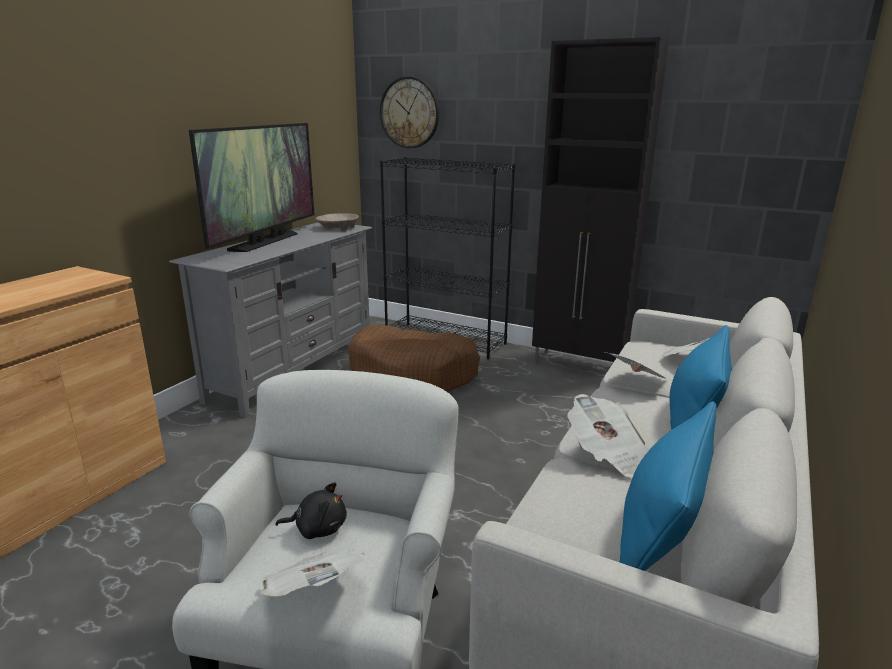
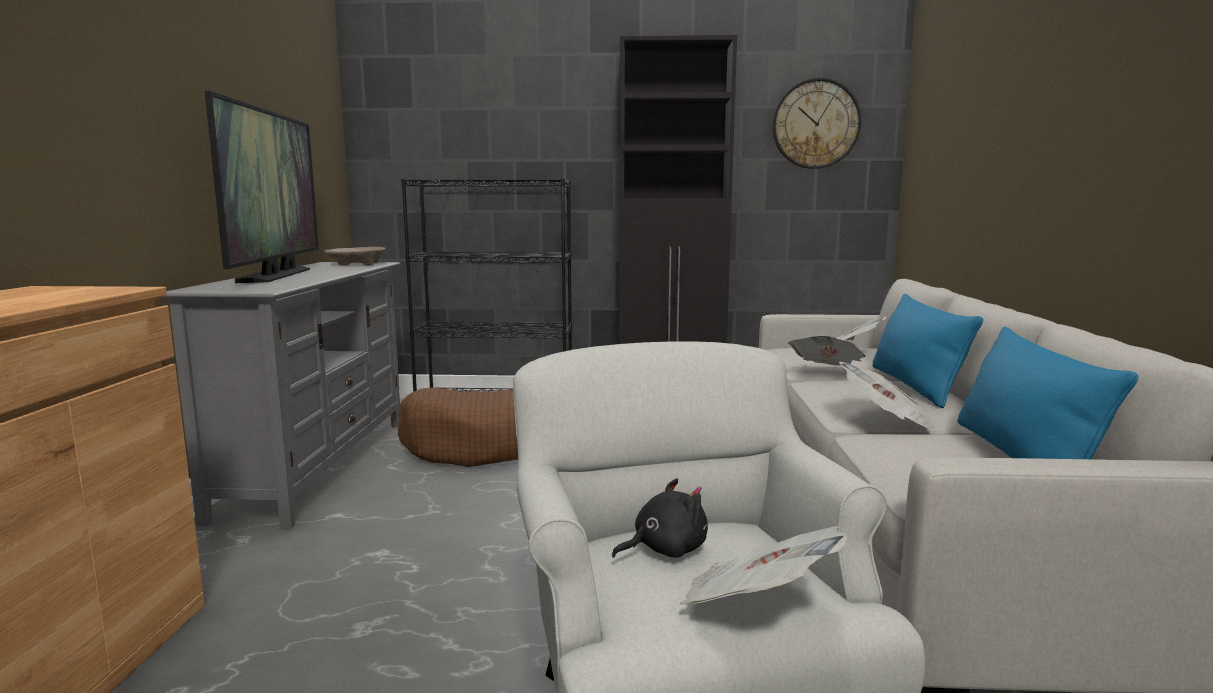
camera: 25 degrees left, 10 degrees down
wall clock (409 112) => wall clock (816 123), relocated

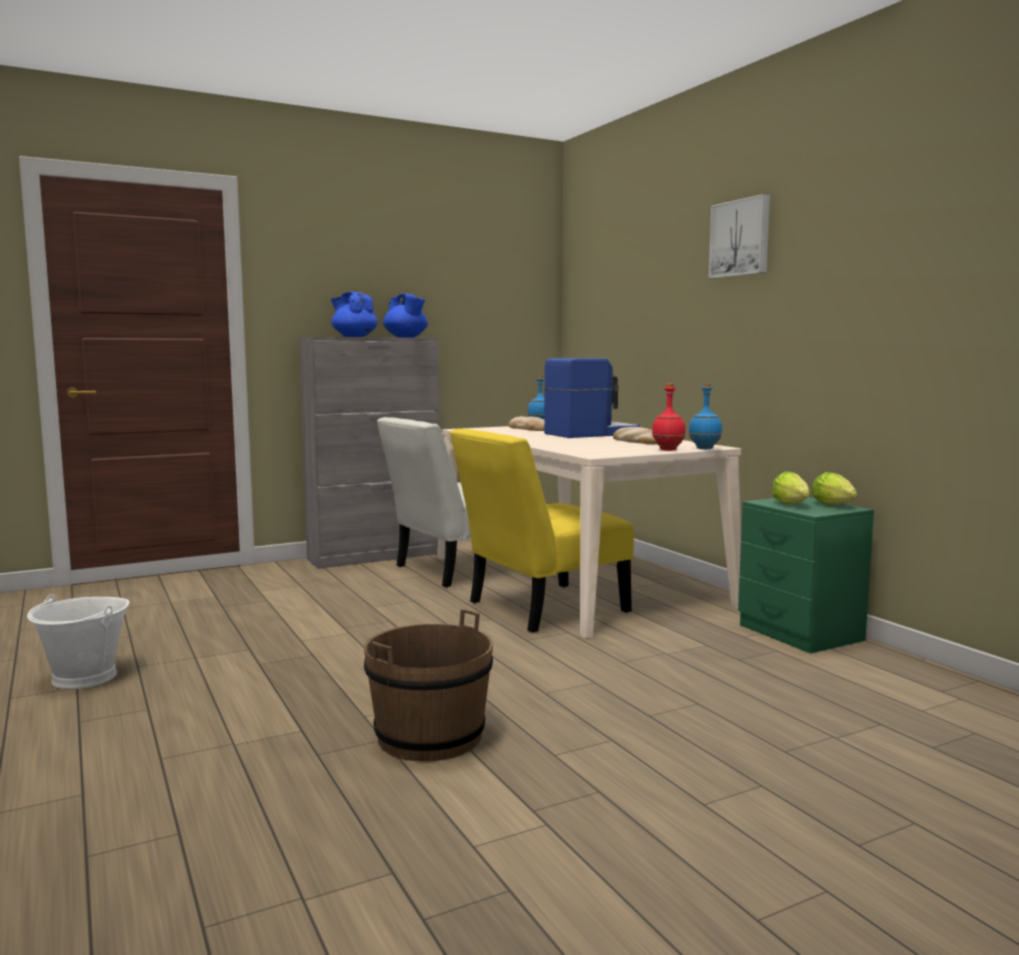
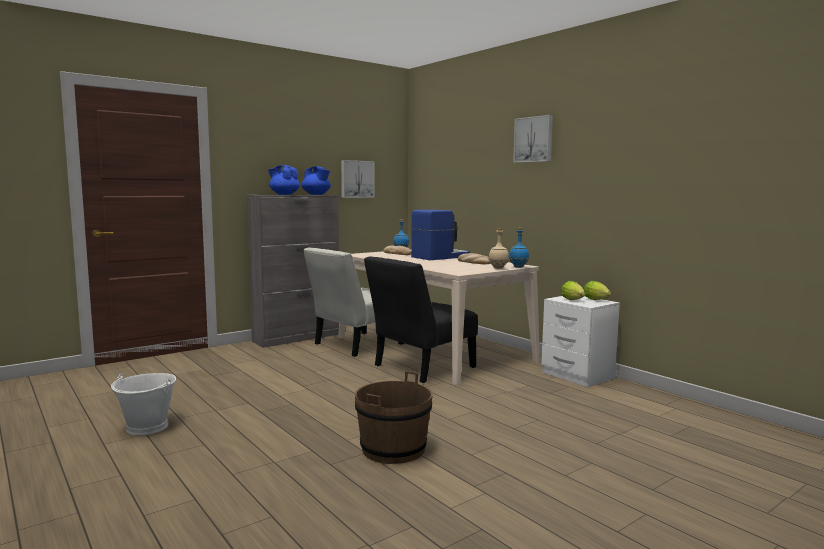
camera: 10 degrees left, 0 degrees up
nothing => picture (358 179)
yellow chair (542 530) => black chair (421 319)
red bottle (669 417) => beige bottle (499 248)
green nightstand (806 575) => white nightstand (580 341)

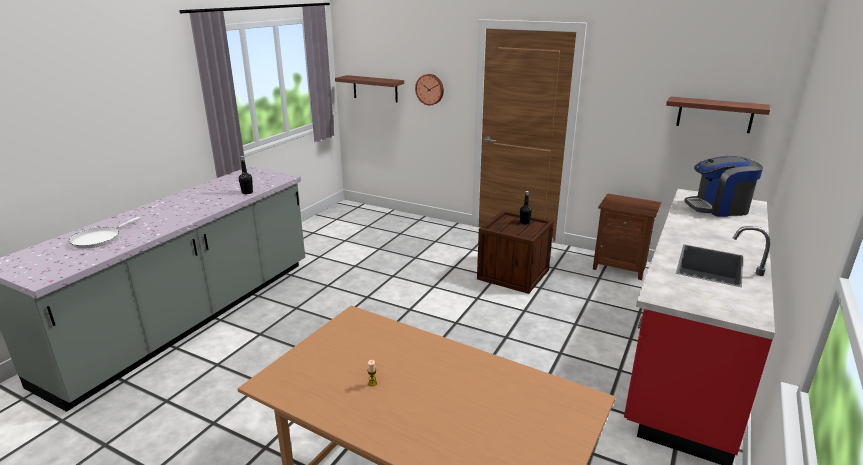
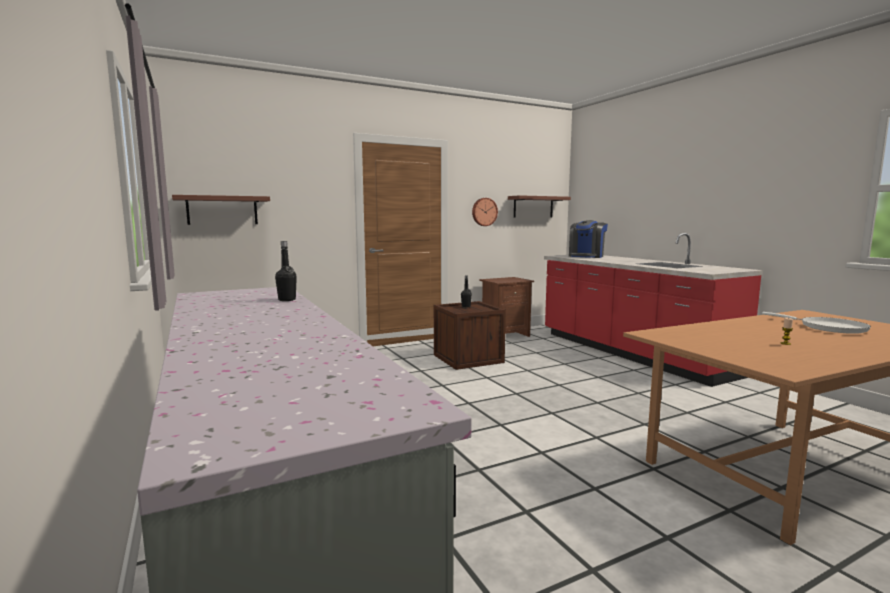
camera: 55 degrees left, 15 degrees down
white frying pan (105 232) => white frying pan (816 323), relocated
wall clock (429 89) => wall clock (485 212), relocated

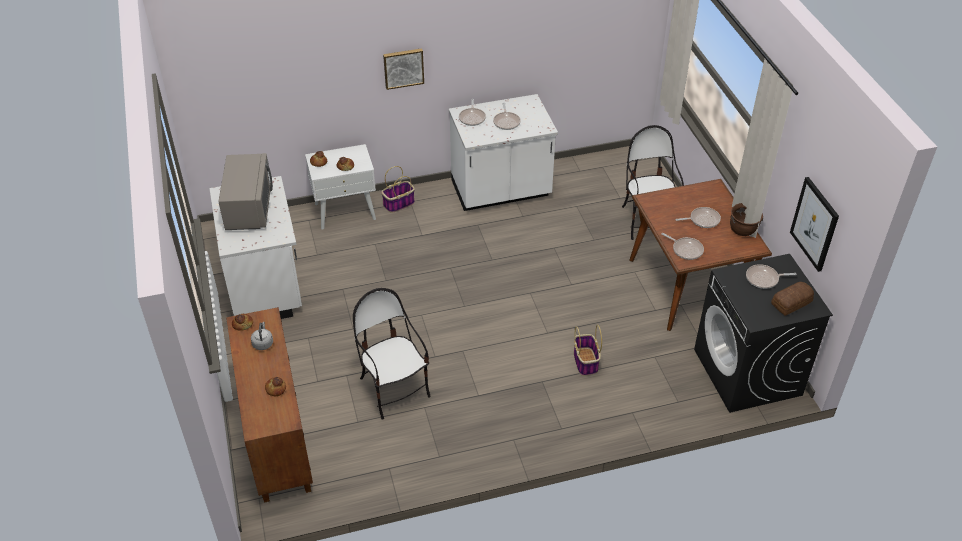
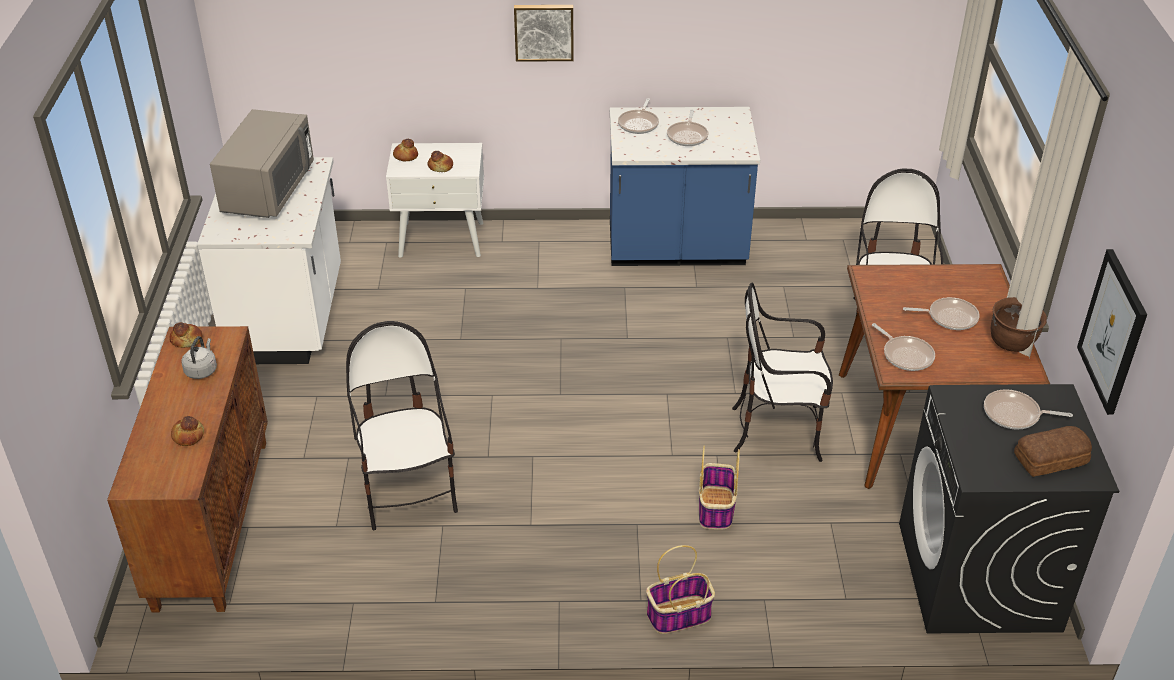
camera: 15 degrees right, 5 degrees down
nothing => chair (782 372)
basket (398 189) => basket (680 589), relocated
white counter (503 152) => blue counter (685 186)

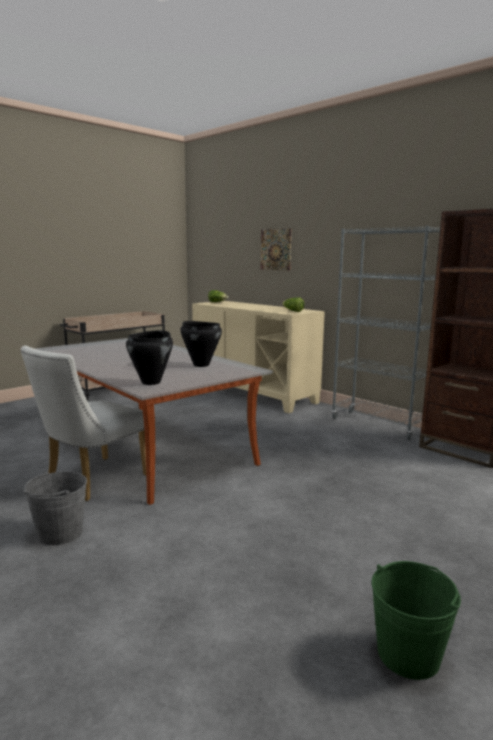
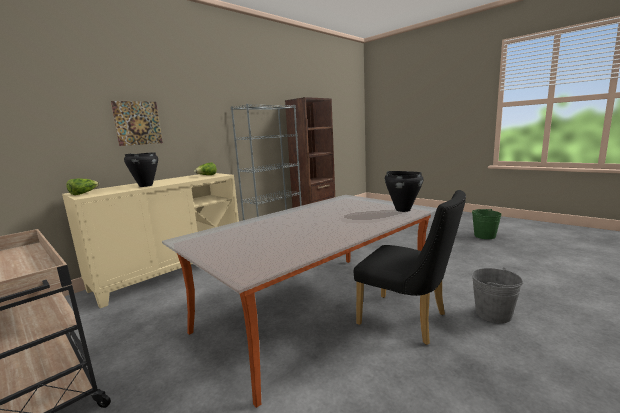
camera: 90 degrees left, 0 degrees up
black cooking pot (201 344) => black cooking pot (141 169), relocated
white chair (84 423) => black chair (410 267)

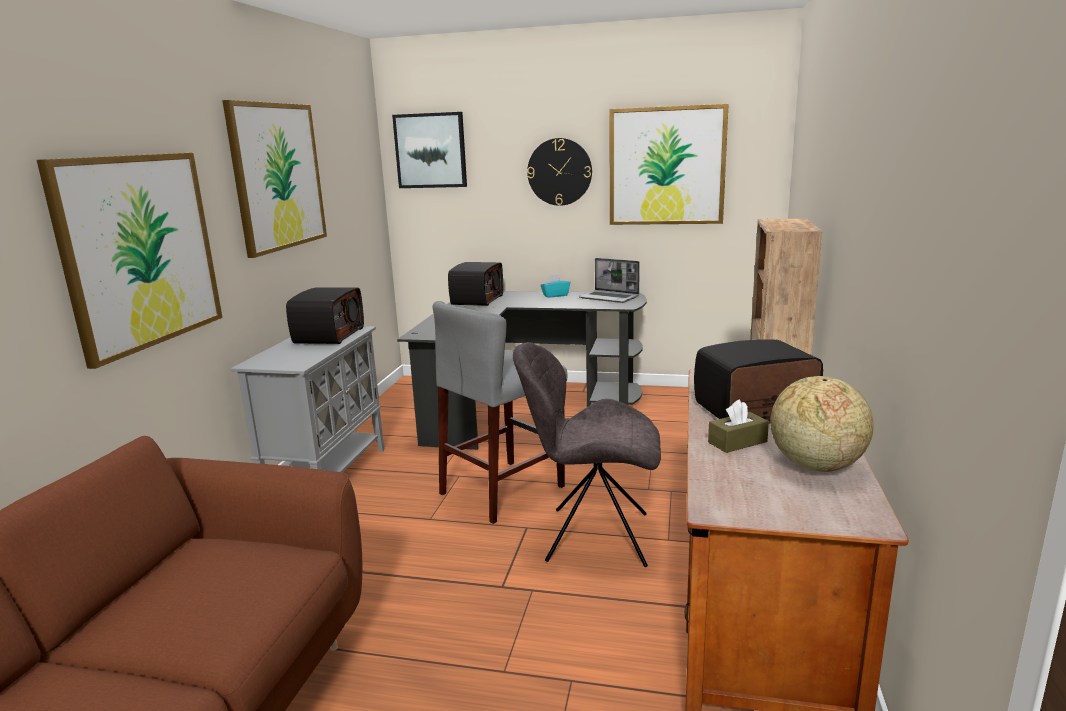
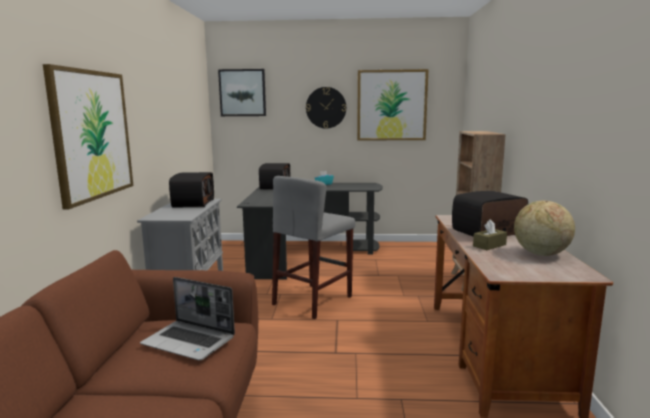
camera: 10 degrees left, 5 degrees down
picture (274 179) => nothing
grey chair (587 454) => nothing
laptop (609 280) => laptop (187 319), relocated

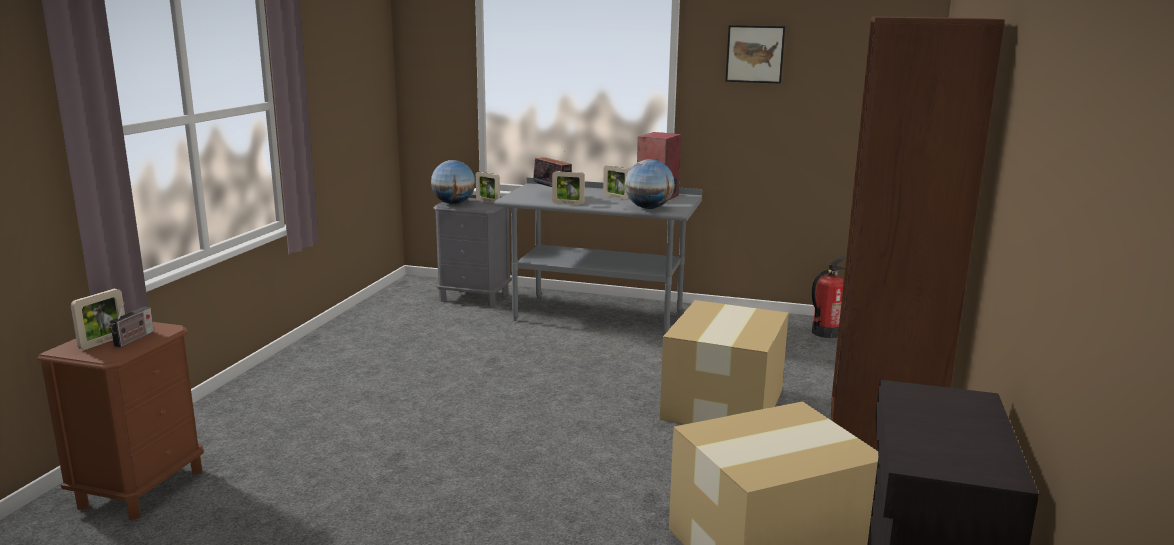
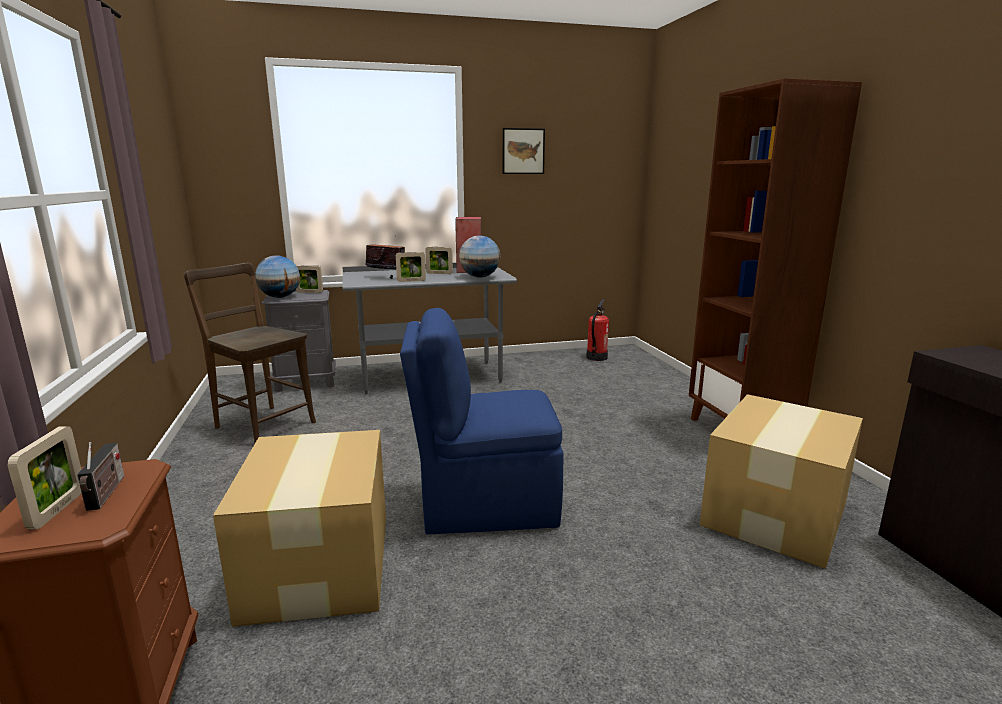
camera: 30 degrees left, 0 degrees up
nothing => brown chair (250 353)
nothing => blue chair (482 421)
cardboard box (724 362) => cardboard box (299 528), relocated

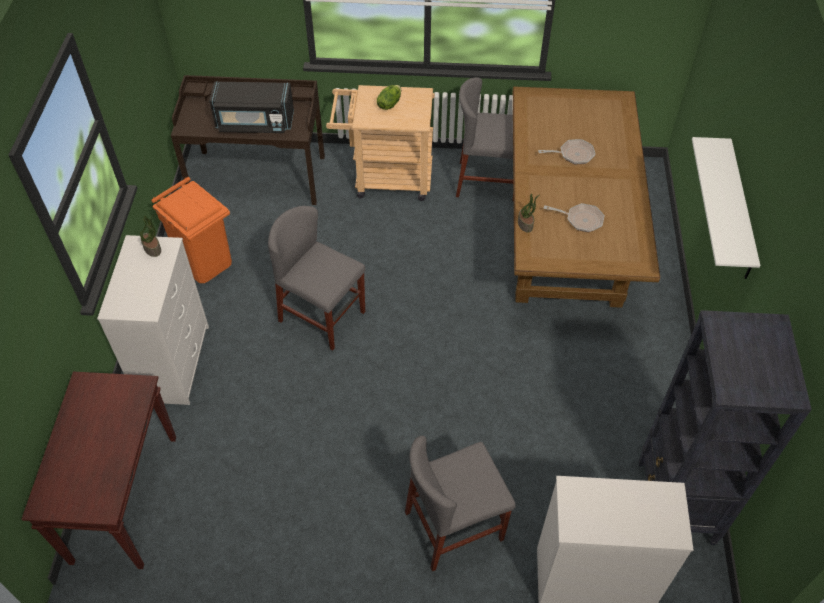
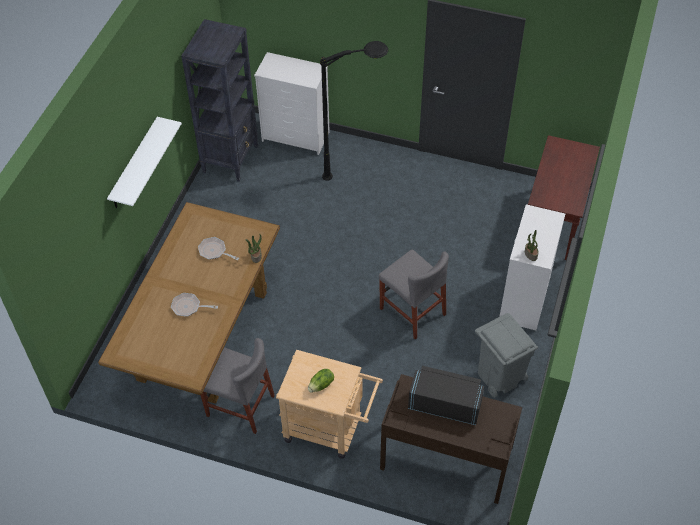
camera: 165 degrees left, 0 degrees up
grey chair (460 503) => black floor lamp (354 111)
orange trash can (191 230) => grey trash can (506 355)

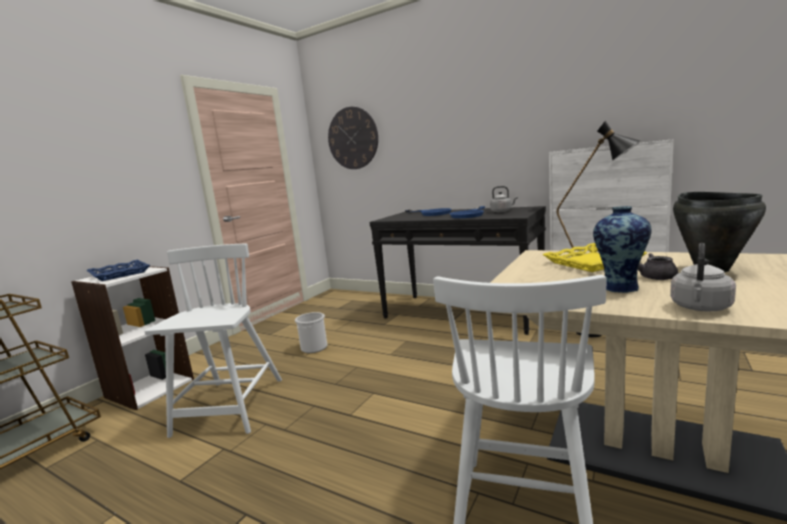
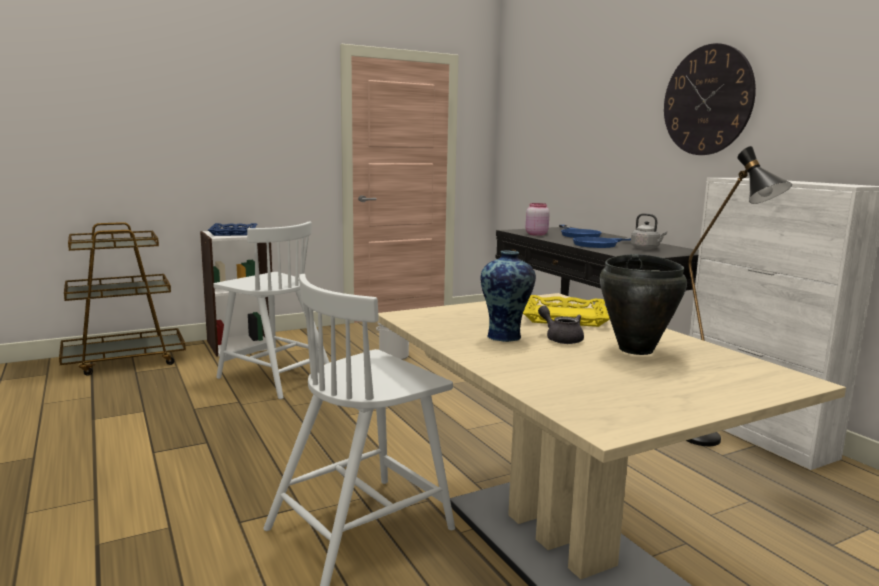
camera: 30 degrees right, 0 degrees up
grey kettle (703 277) => nothing
nothing => pink jar (538 219)
wall clock (353 138) => wall clock (710 99), relocated
white chair (213 341) => white chair (271 310), 90 degrees clockwise

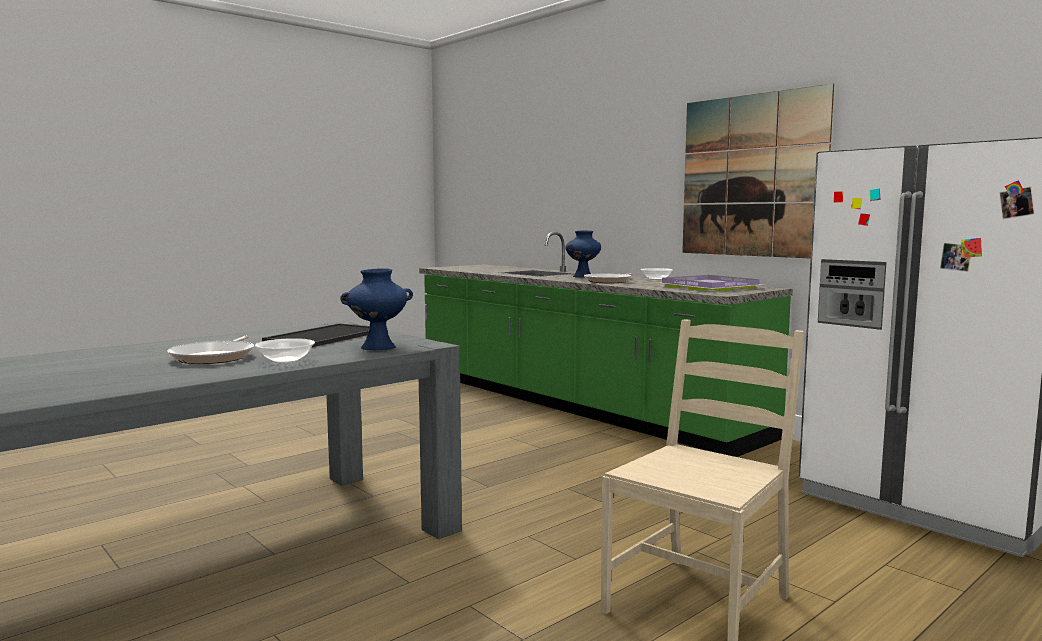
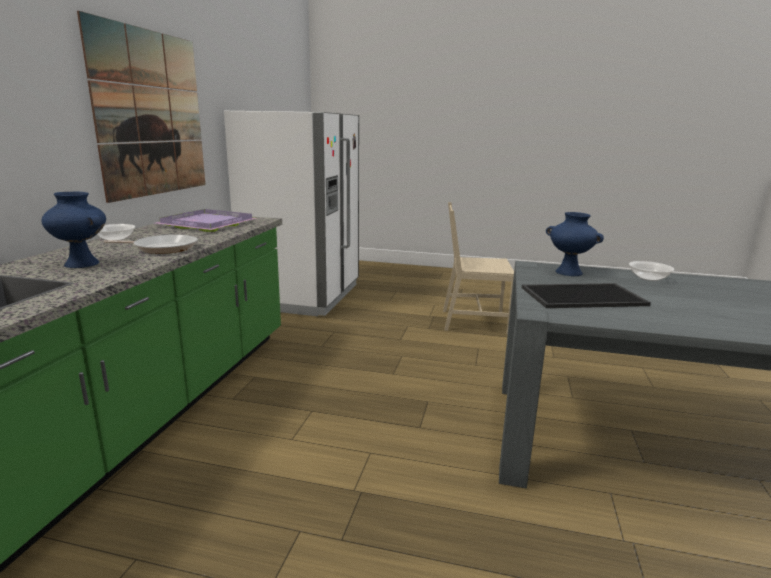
camera: 125 degrees left, 10 degrees up
frying pan (210 350) => nothing

